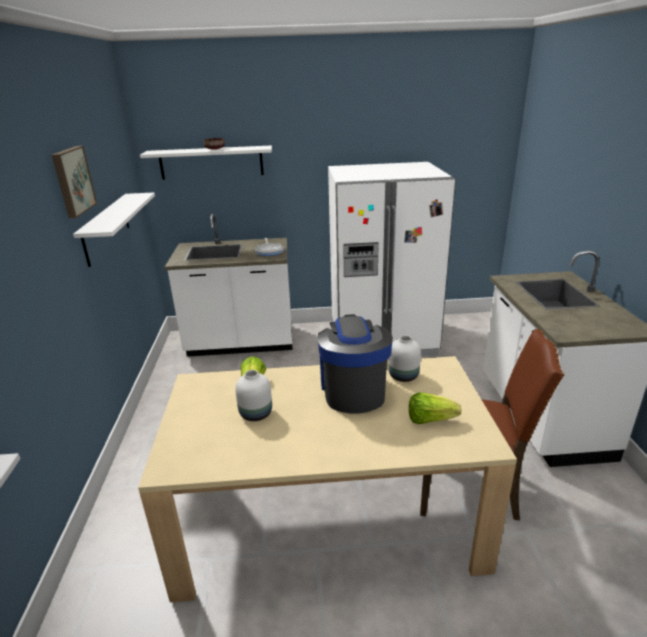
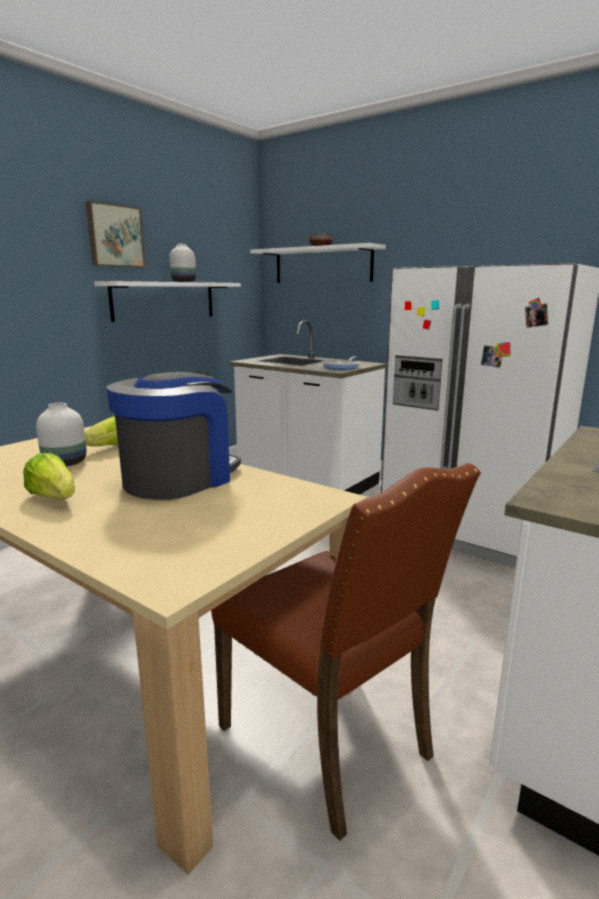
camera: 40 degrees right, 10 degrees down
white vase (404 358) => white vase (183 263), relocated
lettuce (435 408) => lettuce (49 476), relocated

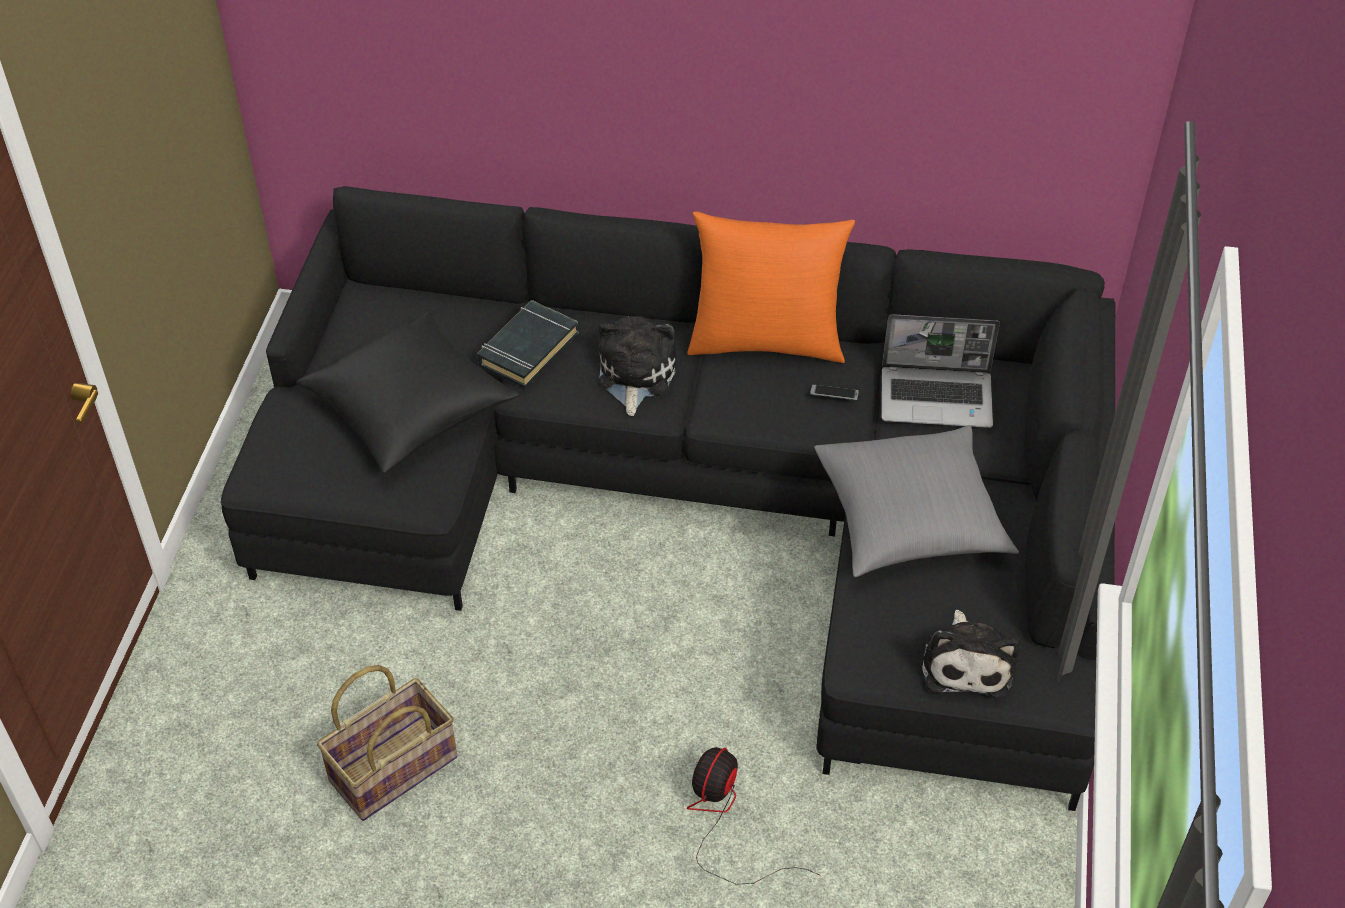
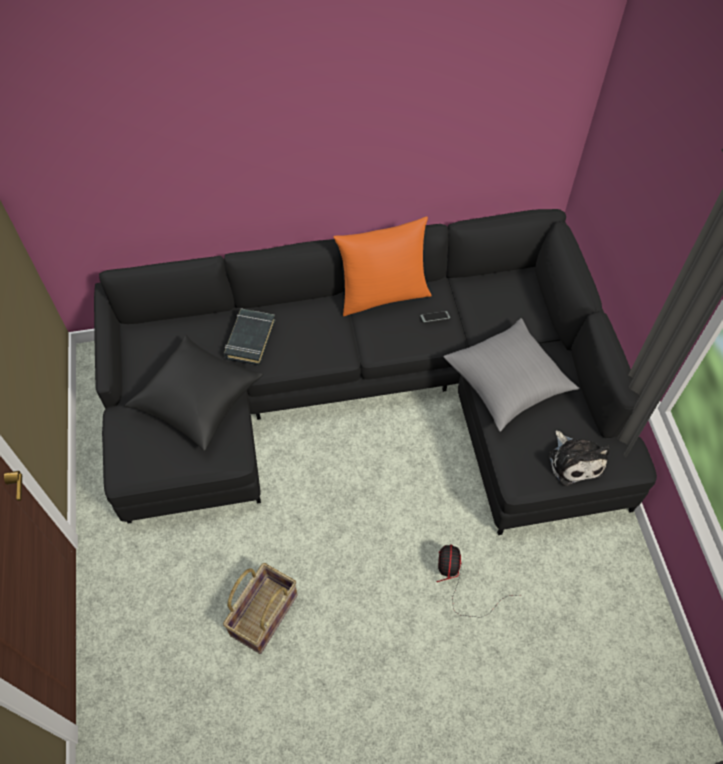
camera: 20 degrees left, 10 degrees up
plush toy (637 366) => nothing
laptop (940 371) => nothing

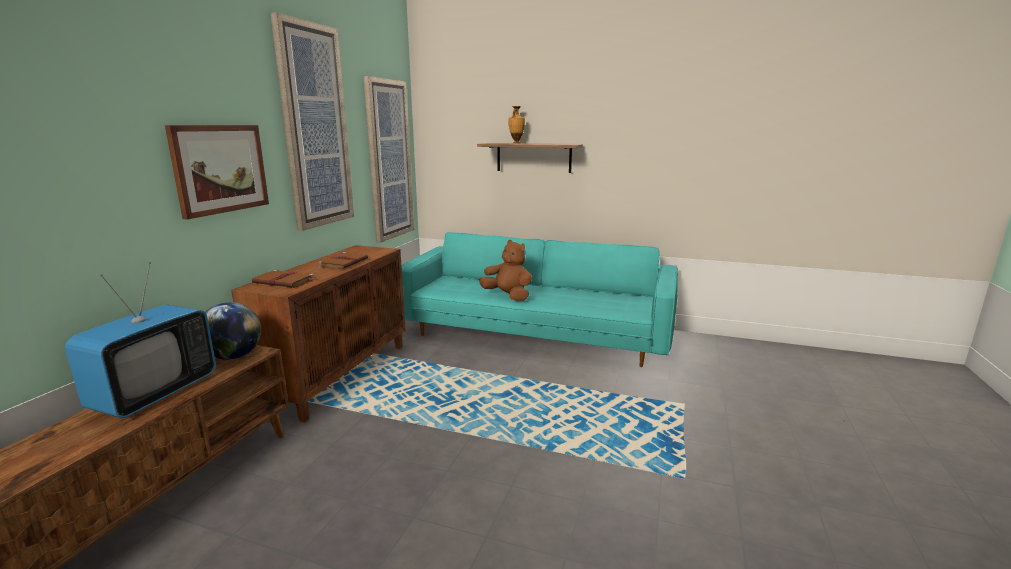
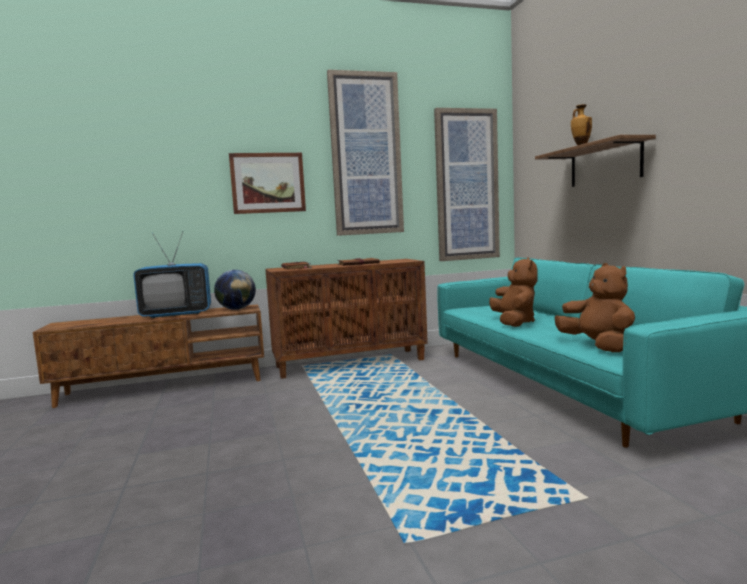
camera: 55 degrees right, 10 degrees down
nothing => brown plush toy (595 307)

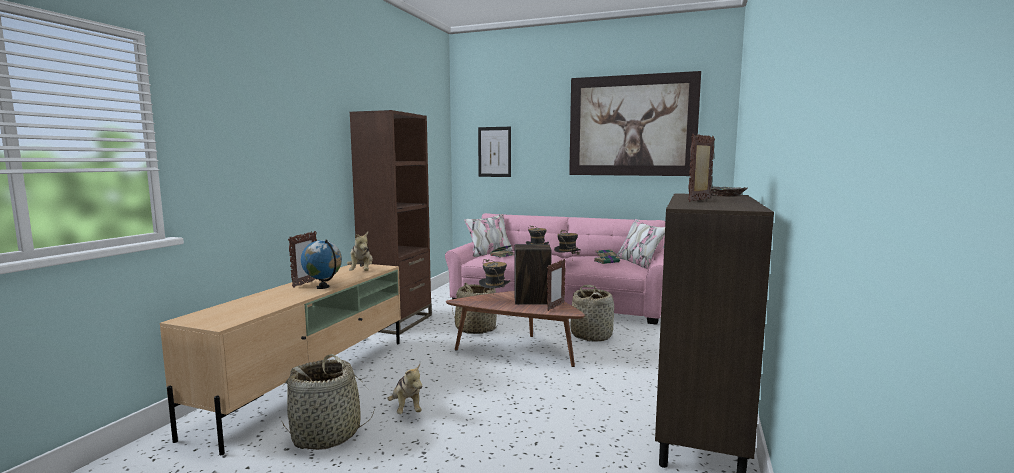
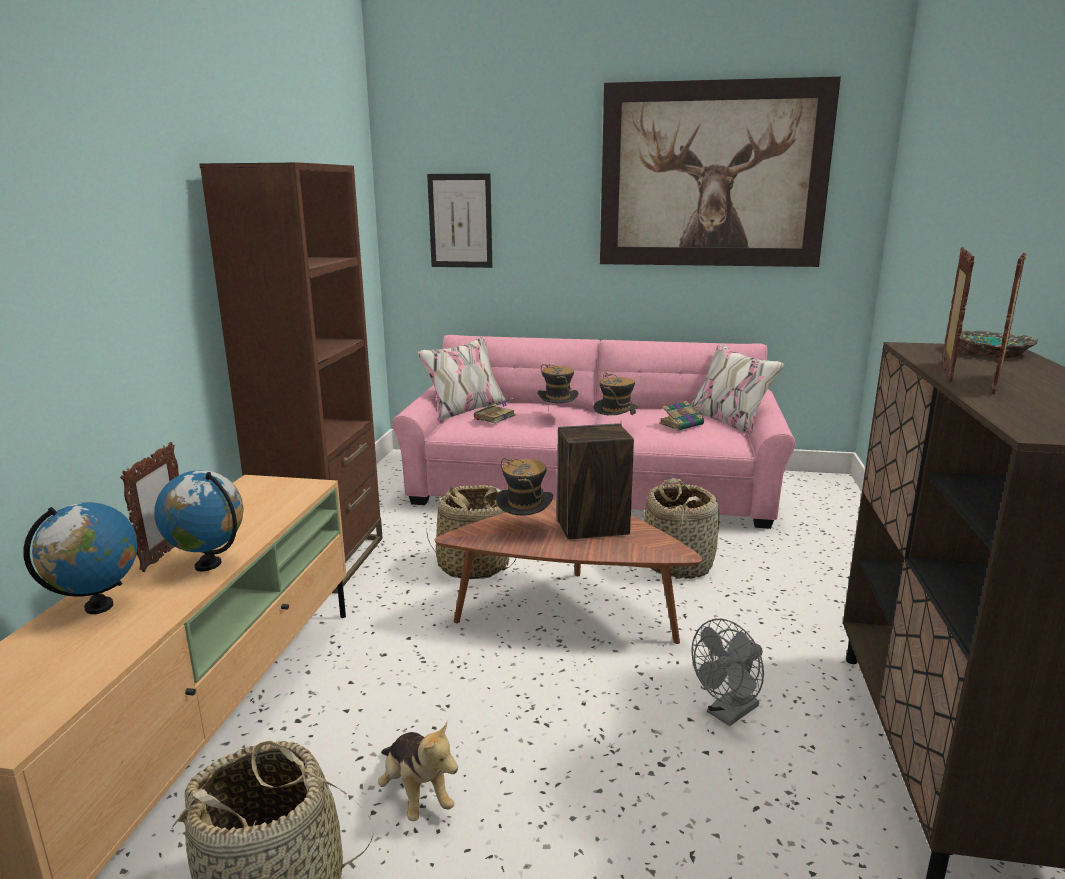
camera: 10 degrees left, 10 degrees up
plush toy (360 251) => nothing
nothing => globe (80 558)
nothing => grey fan (727 672)
picture frame (556 285) => picture frame (958 314), relocated

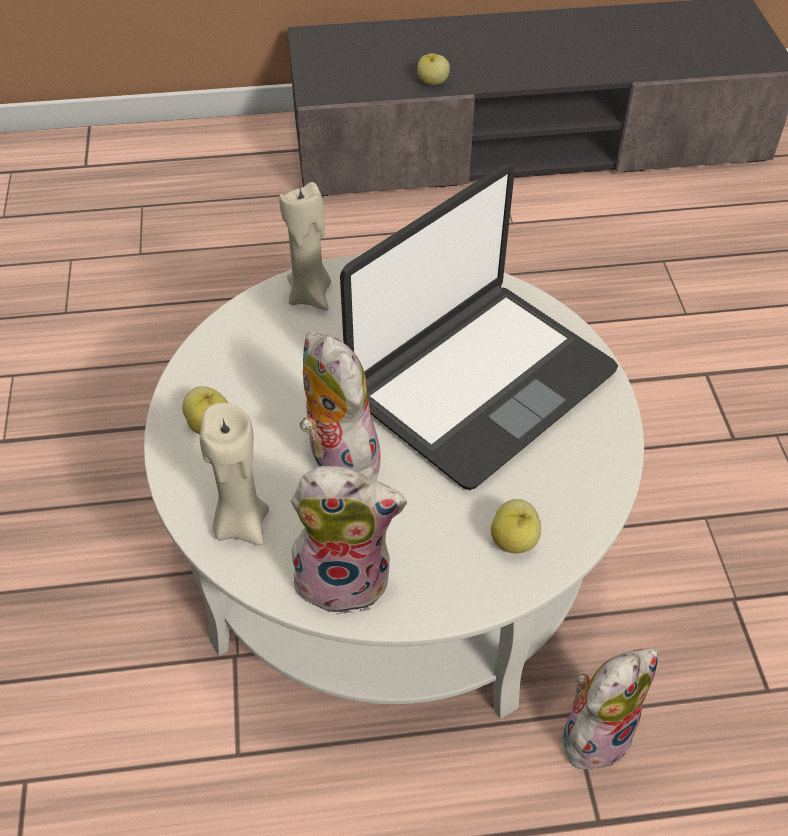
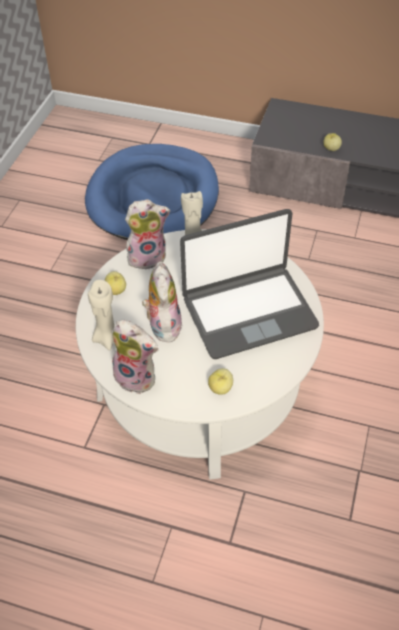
camera: 25 degrees right, 0 degrees up
nothing => blue dog bed (152 192)
plush toy (610 713) => plush toy (147 234), relocated

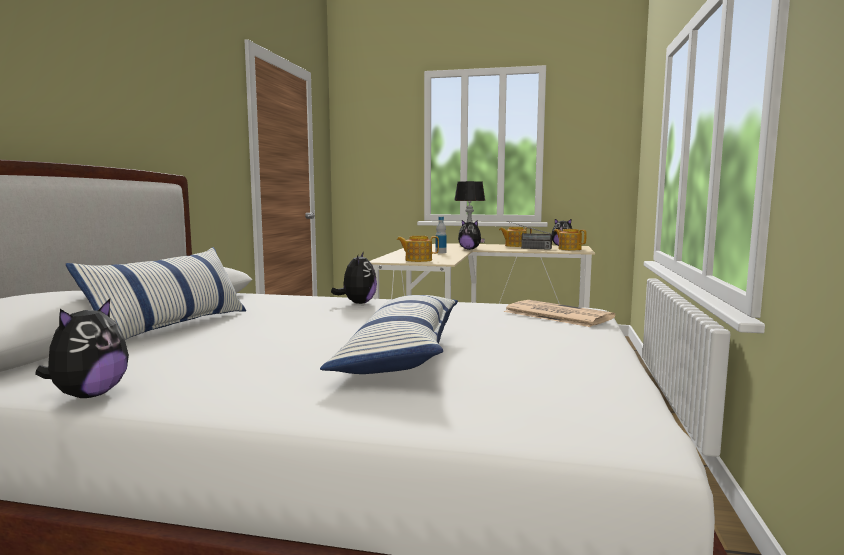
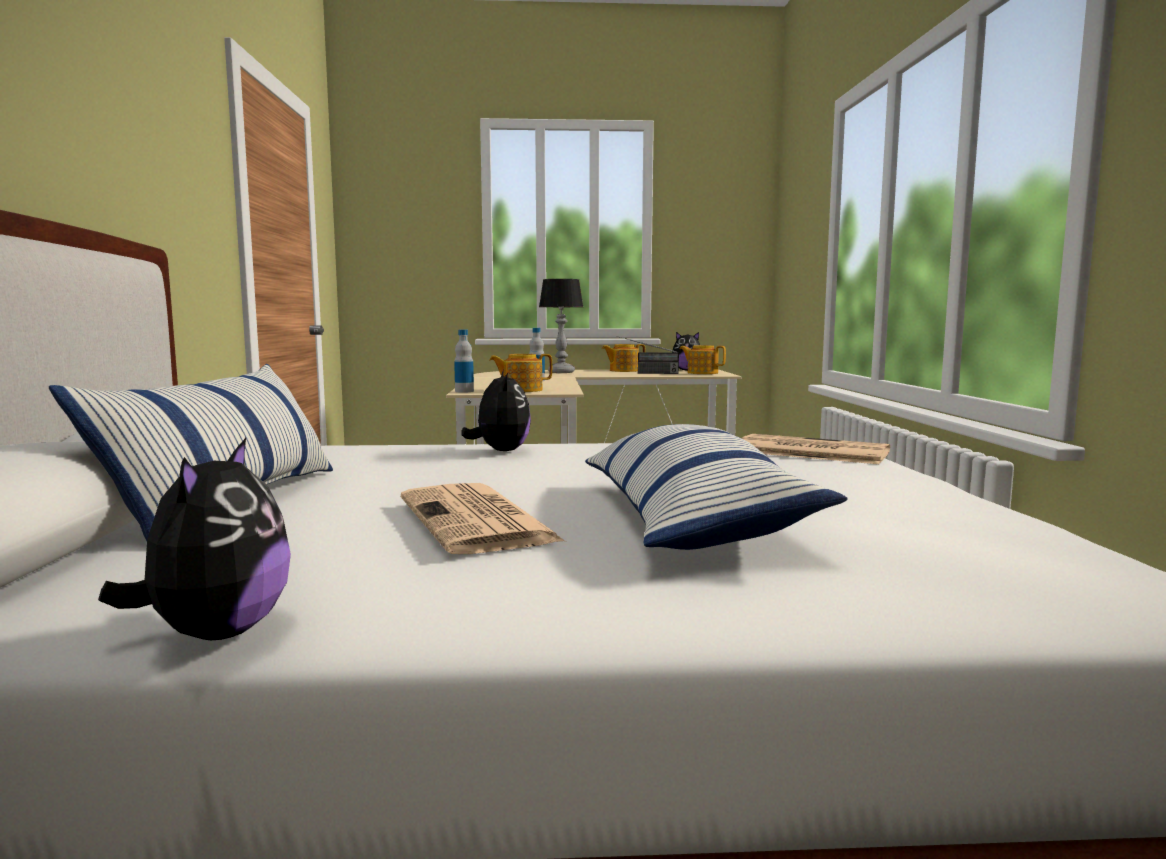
camera: 15 degrees left, 0 degrees up
plush toy (471 235) => nothing
nothing => newspaper (483 518)
nothing => bottle (464 361)

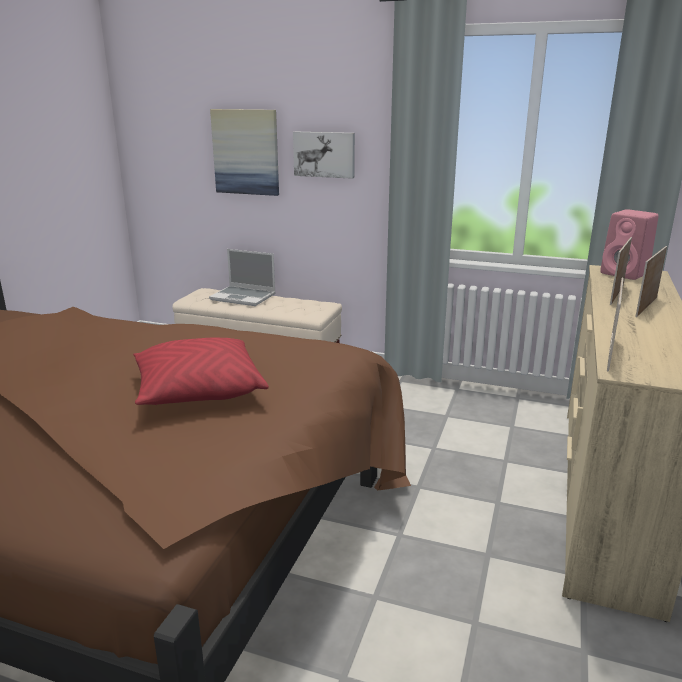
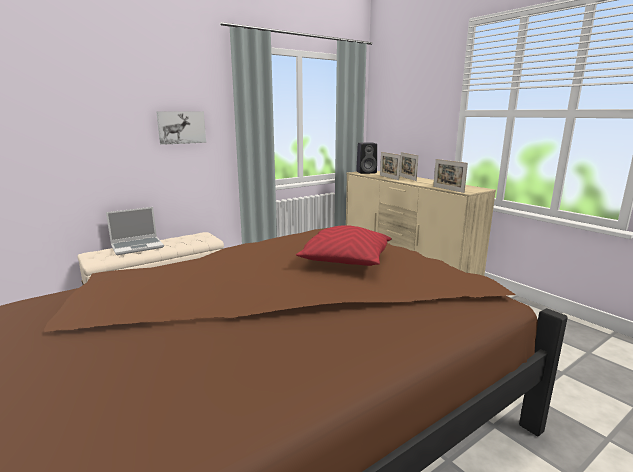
camera: 55 degrees left, 5 degrees down
picture (244 152) => nothing
pink speaker (629 244) => black speaker (366 158)

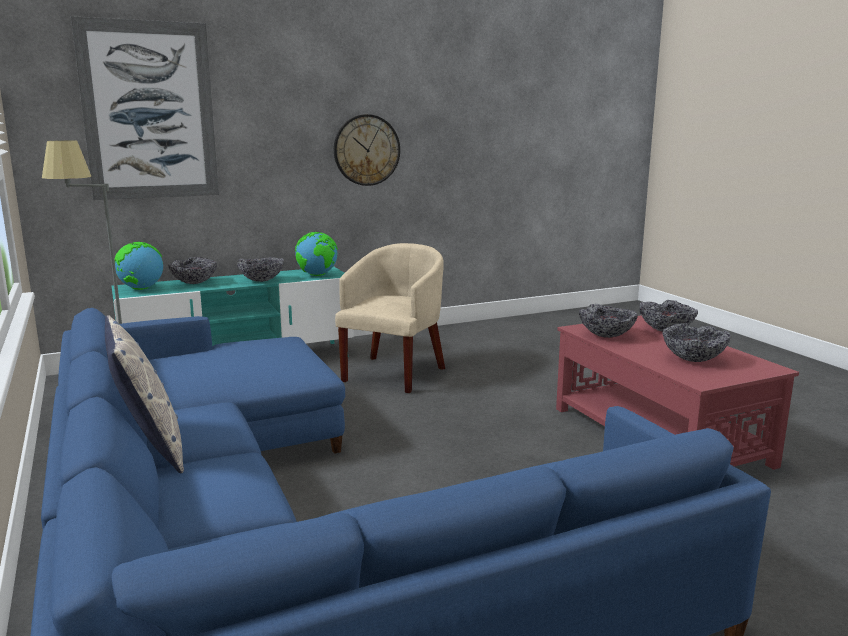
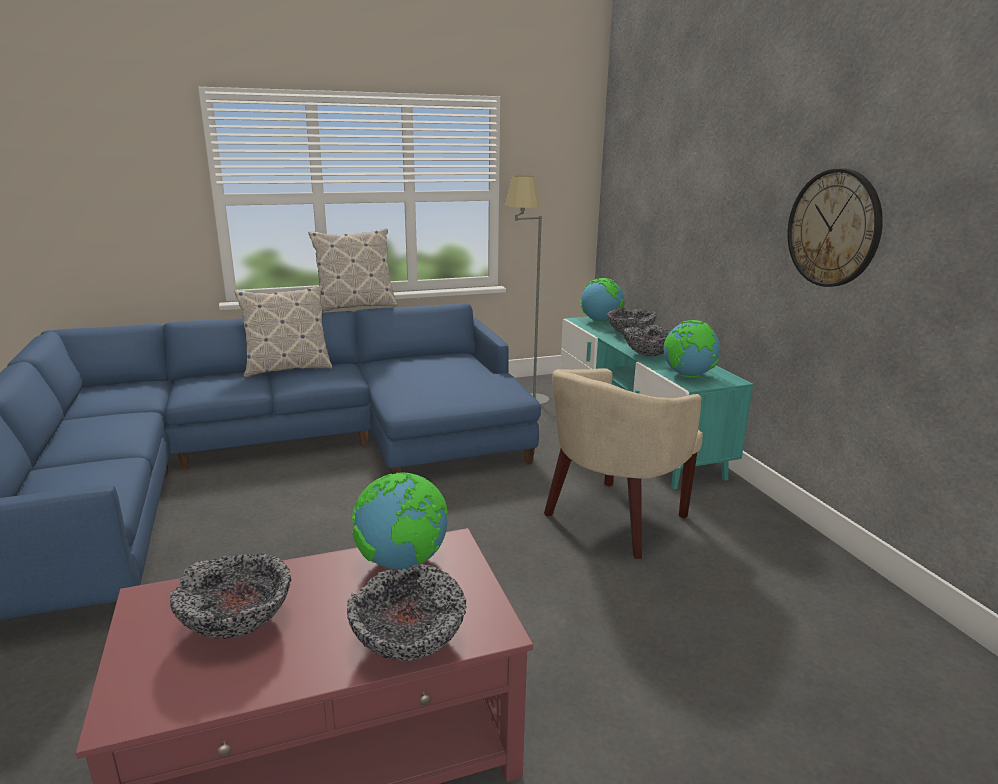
camera: 95 degrees right, 5 degrees up
picture (145 108) => nothing
nothing => pillow (352 270)
bowl (608 321) => globe (400 521)
beige armchair (390 318) => beige armchair (623 463), 105 degrees clockwise

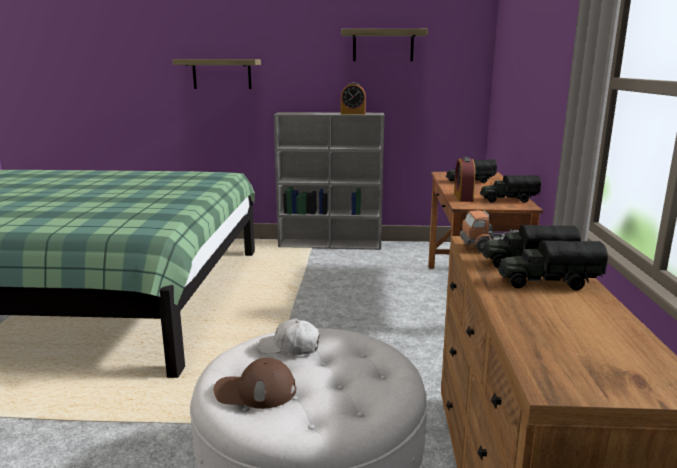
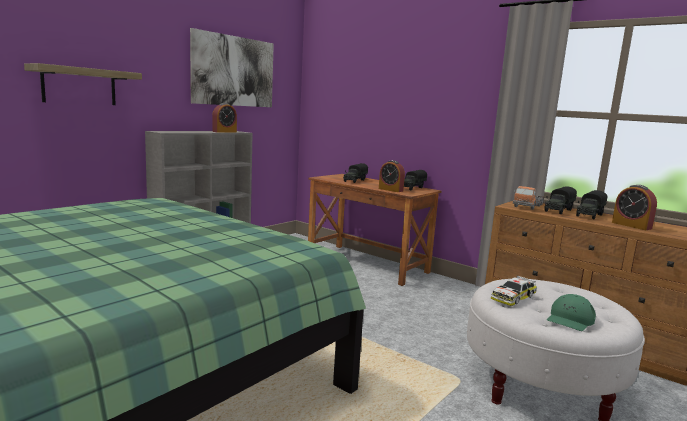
camera: 55 degrees left, 5 degrees down
nothing => alarm clock (634 207)
white cap (289 337) => toy car (514 290)
shelf (384 45) => picture (232 67)
brown cap (255 383) => green cap (571 312)

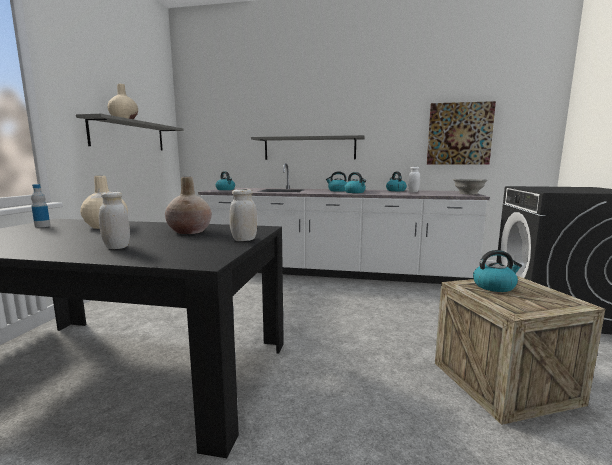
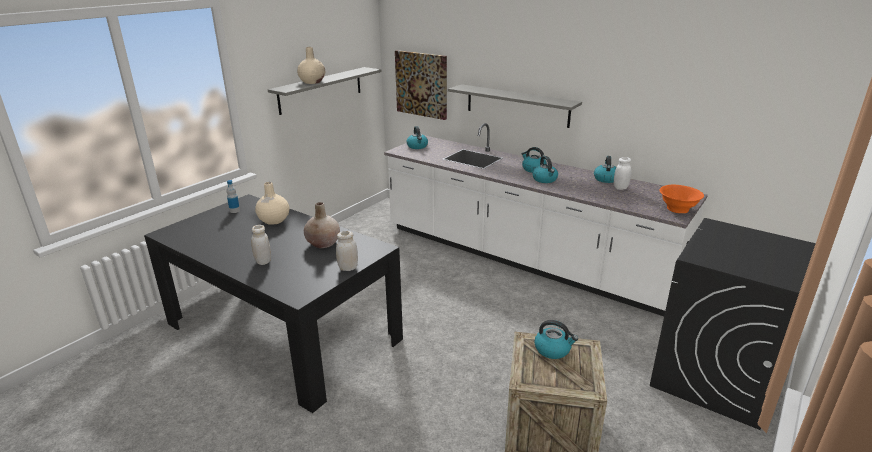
camera: 25 degrees right, 15 degrees up
picture (461 133) => picture (421 85), relocated
grey bowl (470 187) => orange bowl (681 198)

